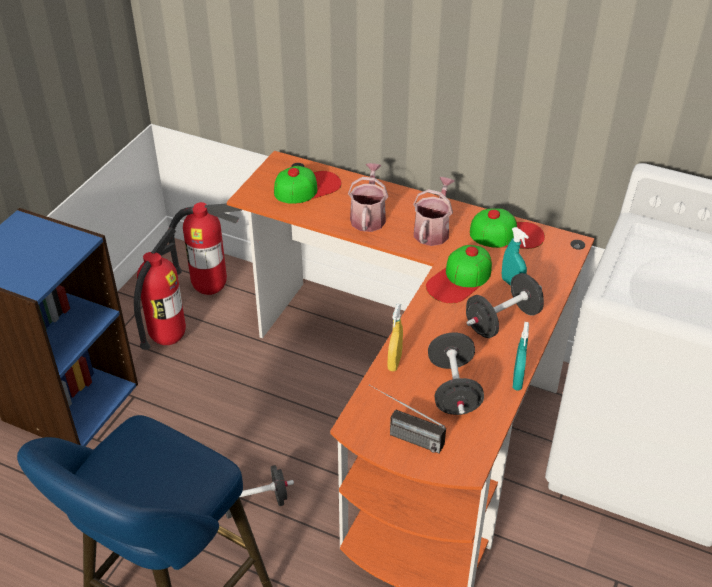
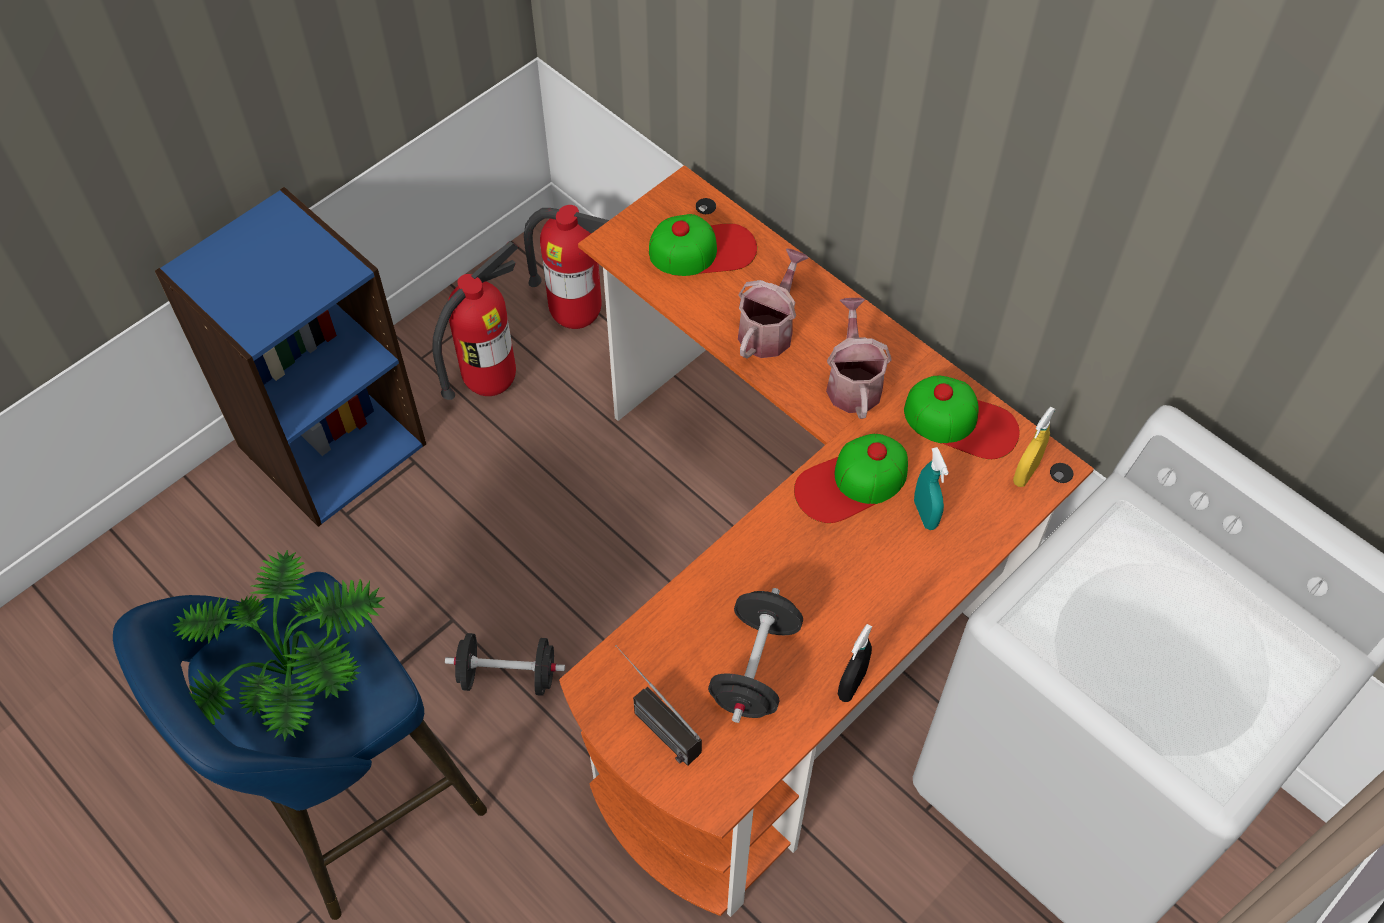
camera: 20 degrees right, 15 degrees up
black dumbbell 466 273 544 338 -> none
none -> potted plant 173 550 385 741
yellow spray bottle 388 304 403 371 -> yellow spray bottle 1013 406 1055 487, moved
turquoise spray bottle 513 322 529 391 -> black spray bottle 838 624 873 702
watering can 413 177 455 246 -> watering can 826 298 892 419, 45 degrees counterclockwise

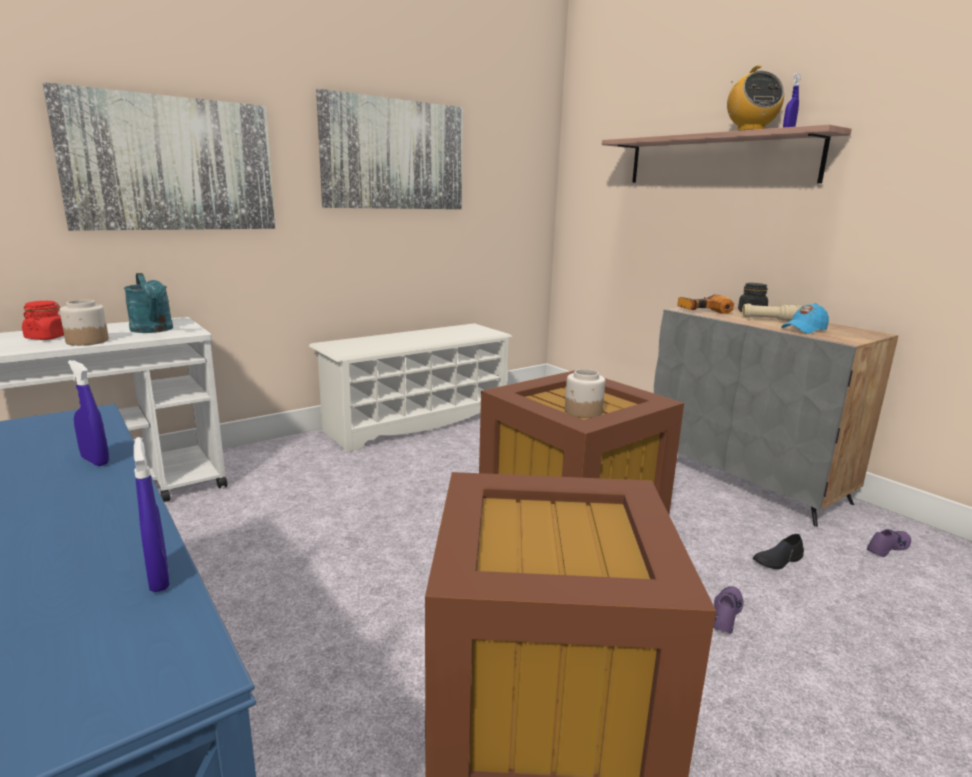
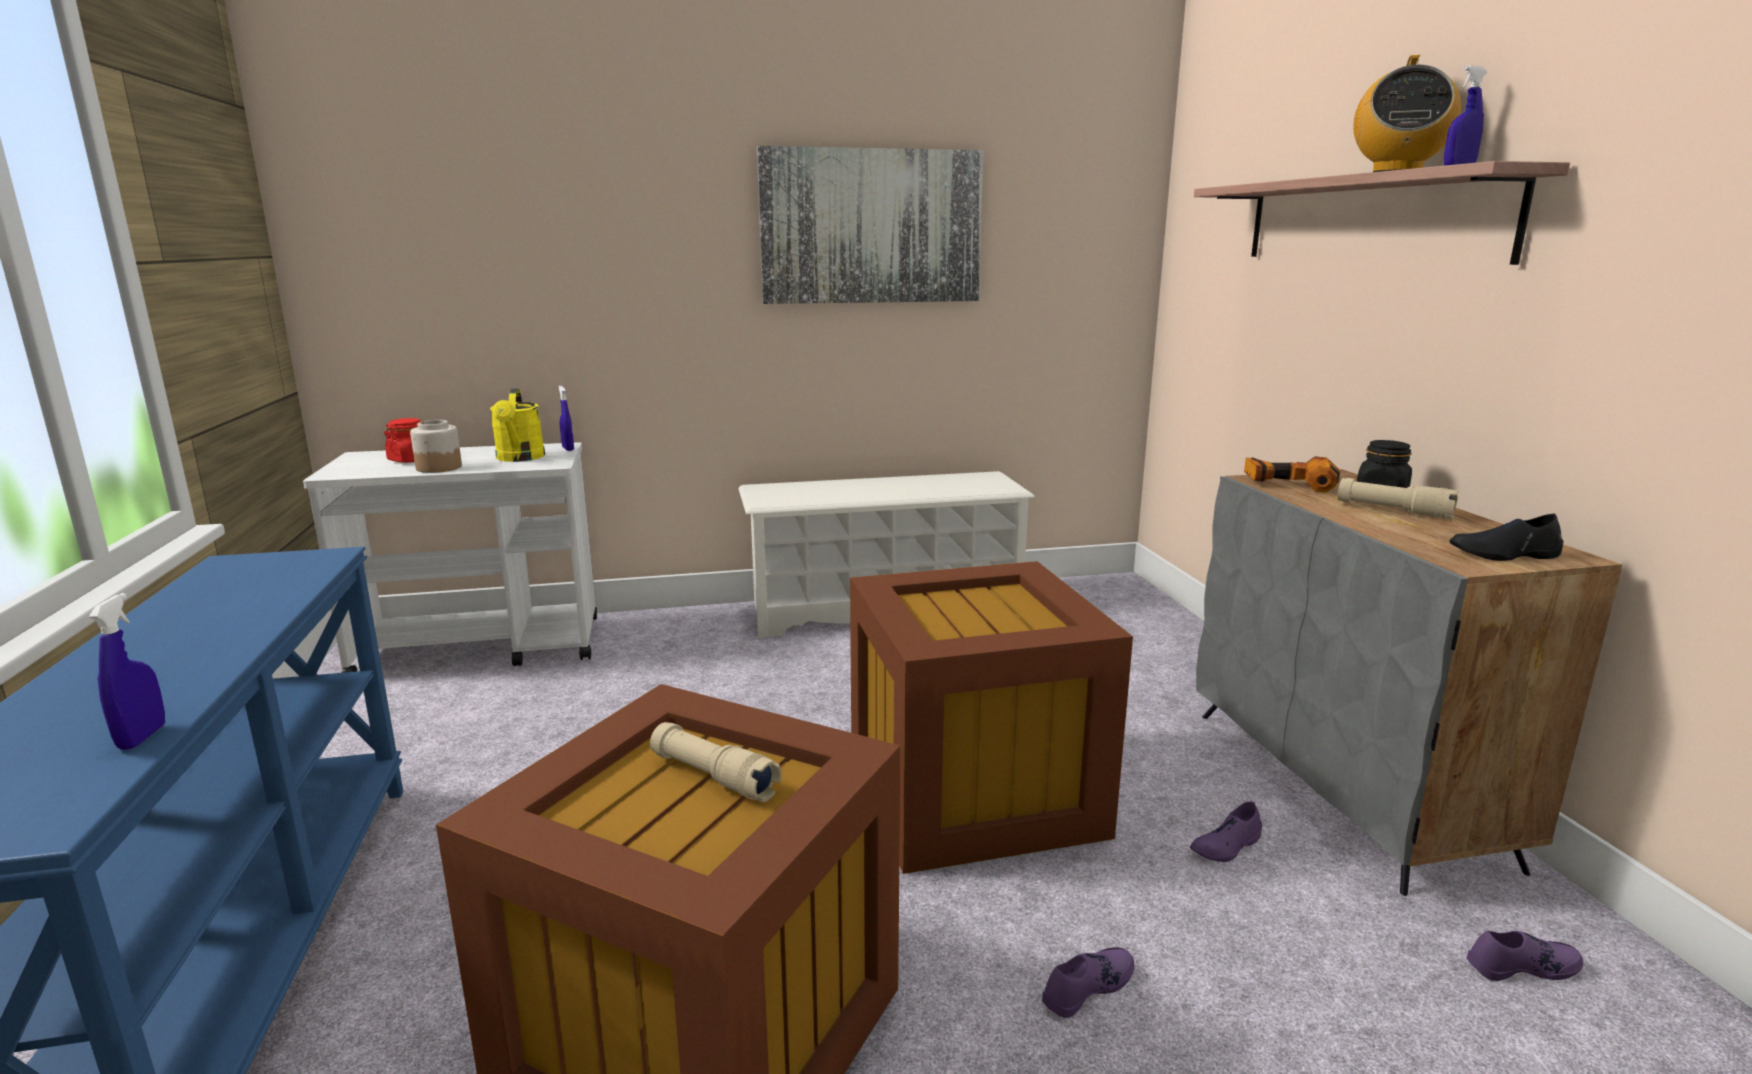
camera: 25 degrees right, 0 degrees up
picture 43 82 275 231 -> none
jar 565 369 605 418 -> none
blue cap 781 303 829 334 -> none
none -> beige flashlight 650 722 782 802
none -> purple shoe 1190 801 1262 862
blue spray bottle 68 360 109 466 -> blue spray bottle 558 386 574 451, moved
black shoe 753 534 804 569 -> black shoe 1450 513 1564 561, moved
turquoise watering can 123 273 173 333 -> yellow watering can 490 389 545 462

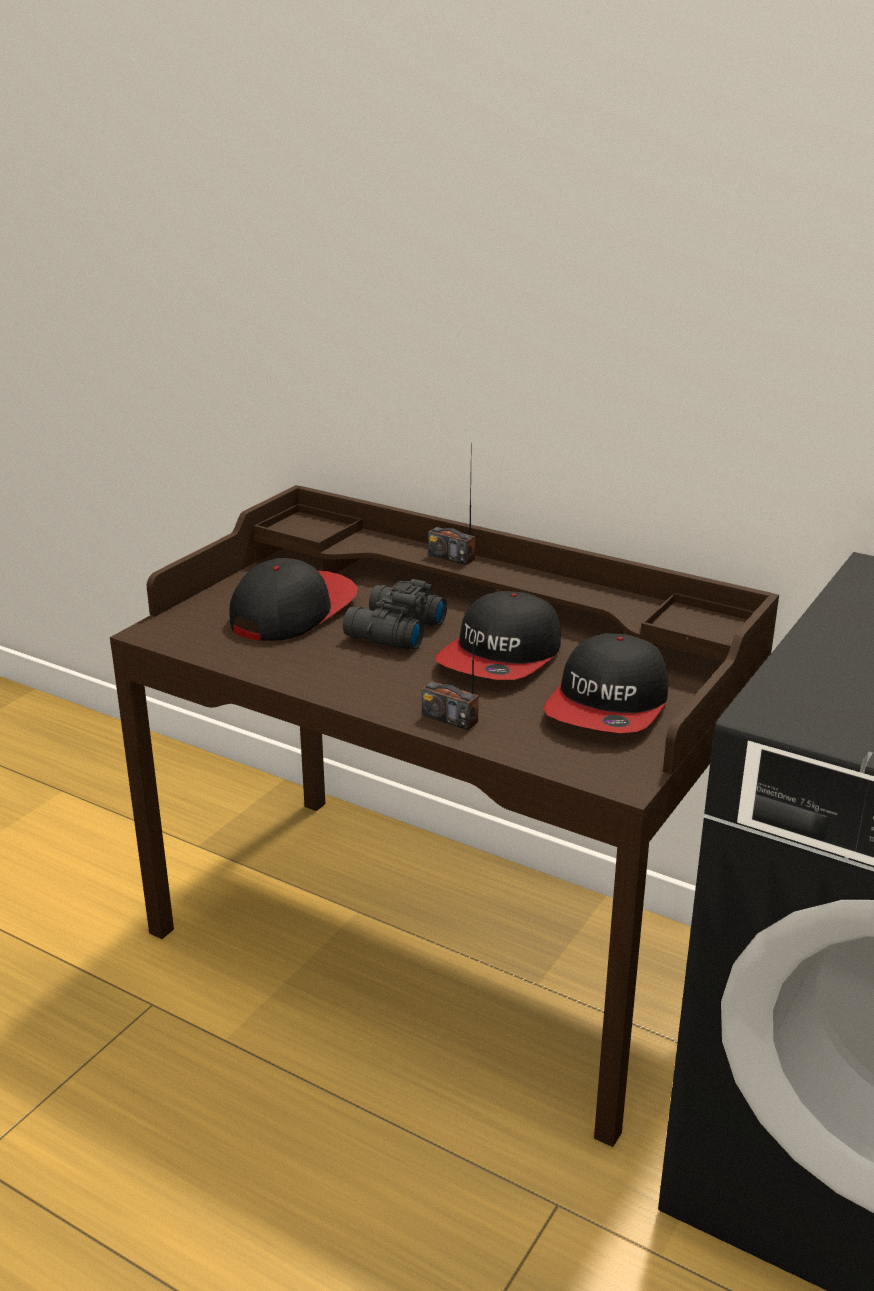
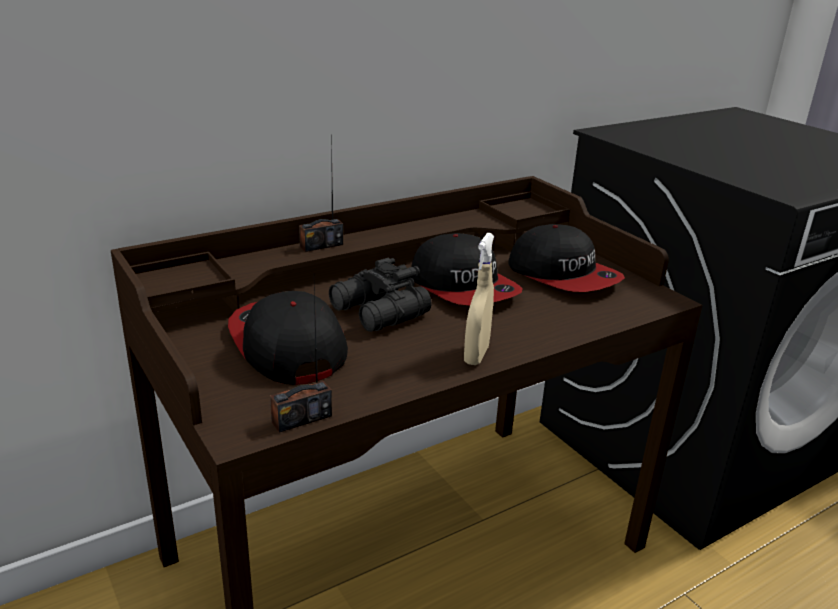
camera: 65 degrees left, 0 degrees up
none -> beige spray bottle 464 233 494 365
radio 422 613 479 731 -> radio 270 284 332 433, moved

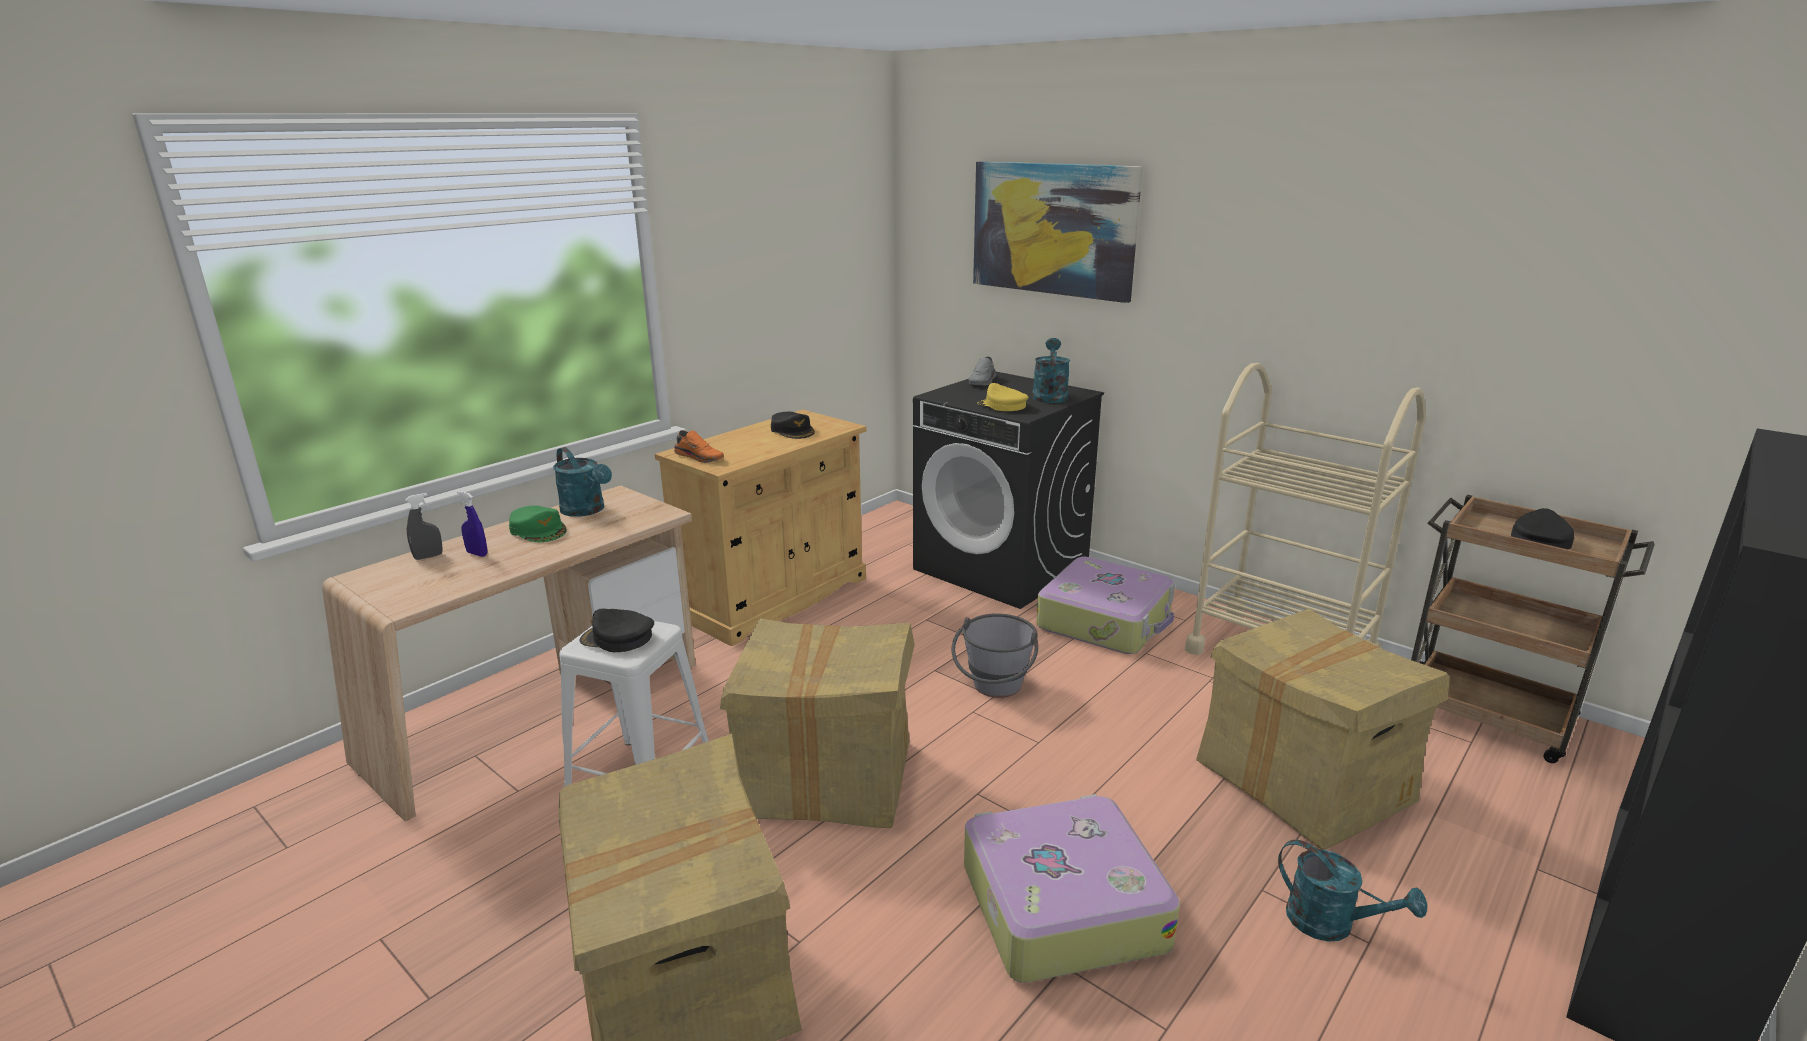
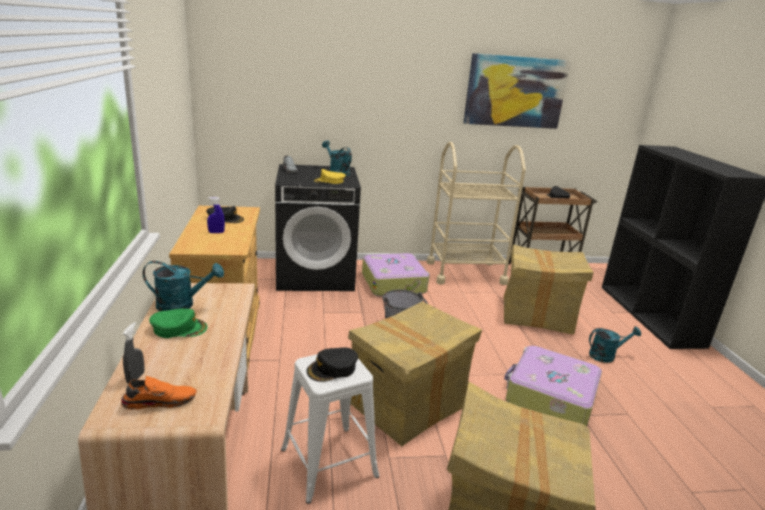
camera: 50 degrees left, 0 degrees up
blue spray bottle 457 491 487 557 -> blue spray bottle 207 197 225 233, moved
orange shoe 674 430 724 463 -> orange shoe 121 376 197 410, moved
picture 973 161 1143 303 -> picture 463 53 571 129, moved

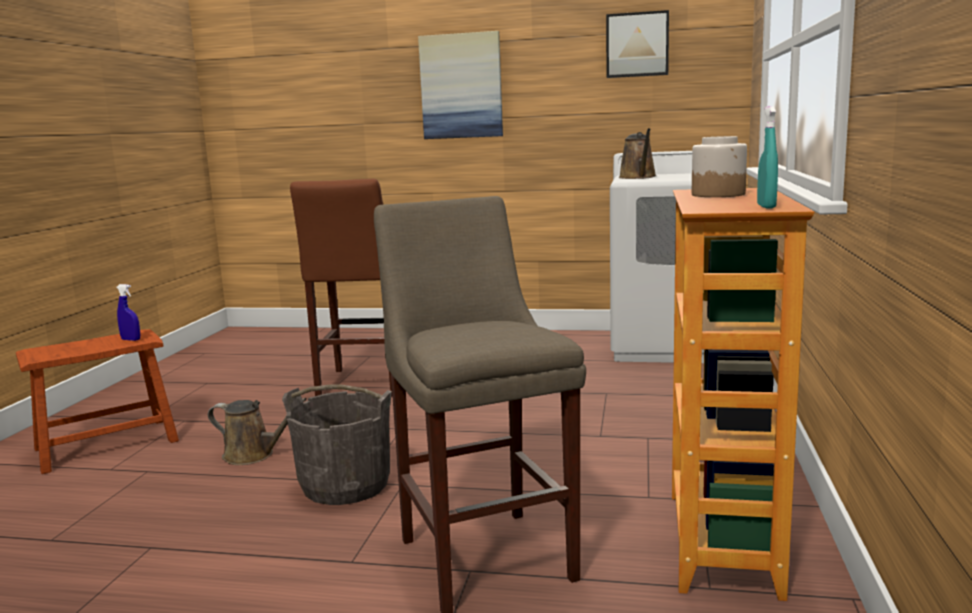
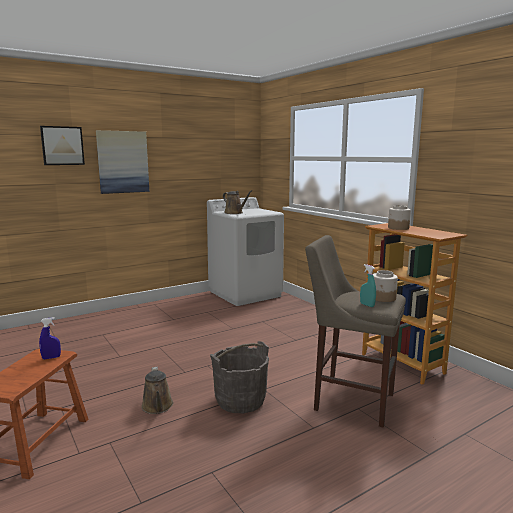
camera: 45 degrees left, 0 degrees up
brown stool 290 179 392 396 -> none
none -> jar 373 270 398 302
picture 606 10 669 78 -> picture 40 126 85 165, moved
turquoise spray bottle 757 106 778 209 -> turquoise spray bottle 360 264 376 307, moved
brown watering can 208 398 307 465 -> brown watering can 142 367 173 414, 105 degrees clockwise

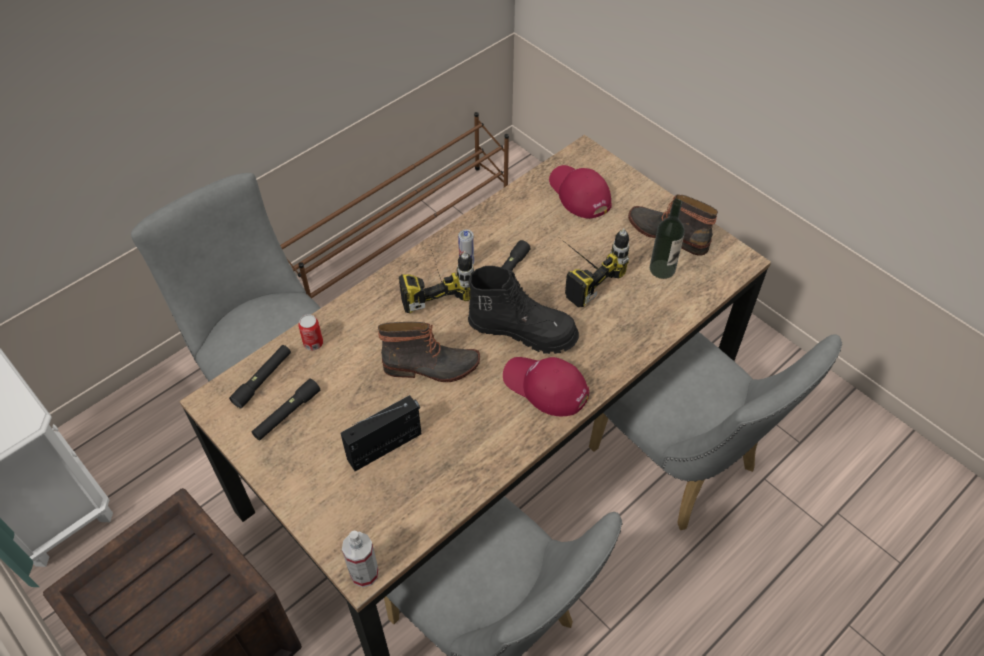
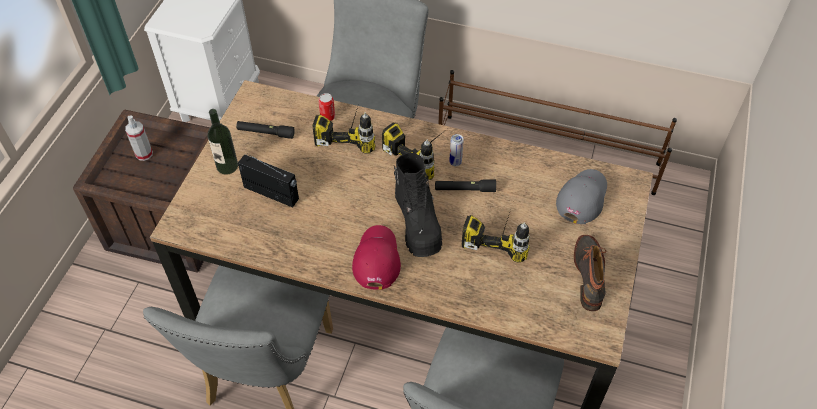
camera: 60 degrees right, 0 degrees up
black flashlight 229 345 291 408 -> none
boot 378 322 480 382 -> none
none -> power drill 312 100 375 154
spray bottle 342 530 379 587 -> spray bottle 125 115 153 161, moved
bottle 650 199 685 279 -> bottle 208 109 238 175, moved
red cap 549 165 612 219 -> grey cap 556 169 607 224

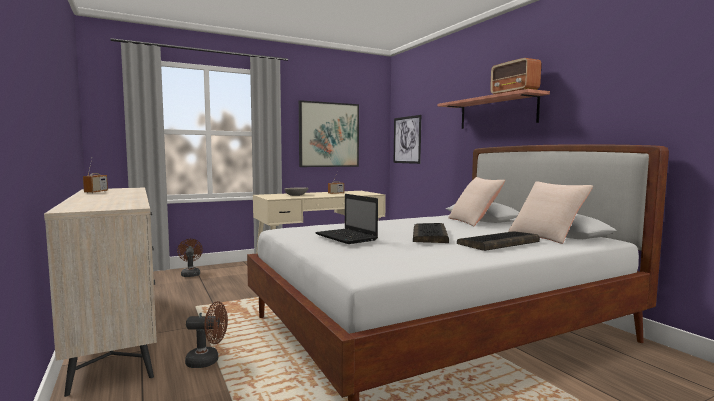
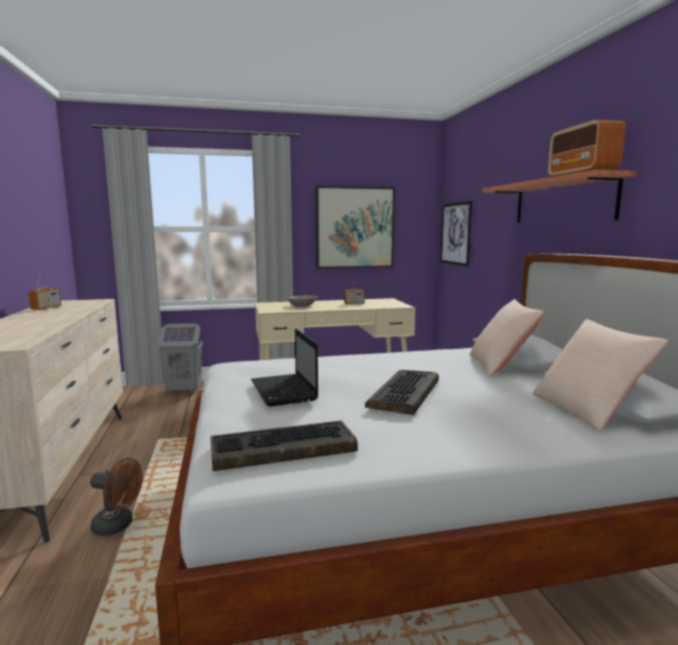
camera: 15 degrees right, 5 degrees up
keyboard 457 231 540 251 -> keyboard 210 421 358 471, moved
brown fan 177 239 203 277 -> grey laundry basket 158 323 203 395

